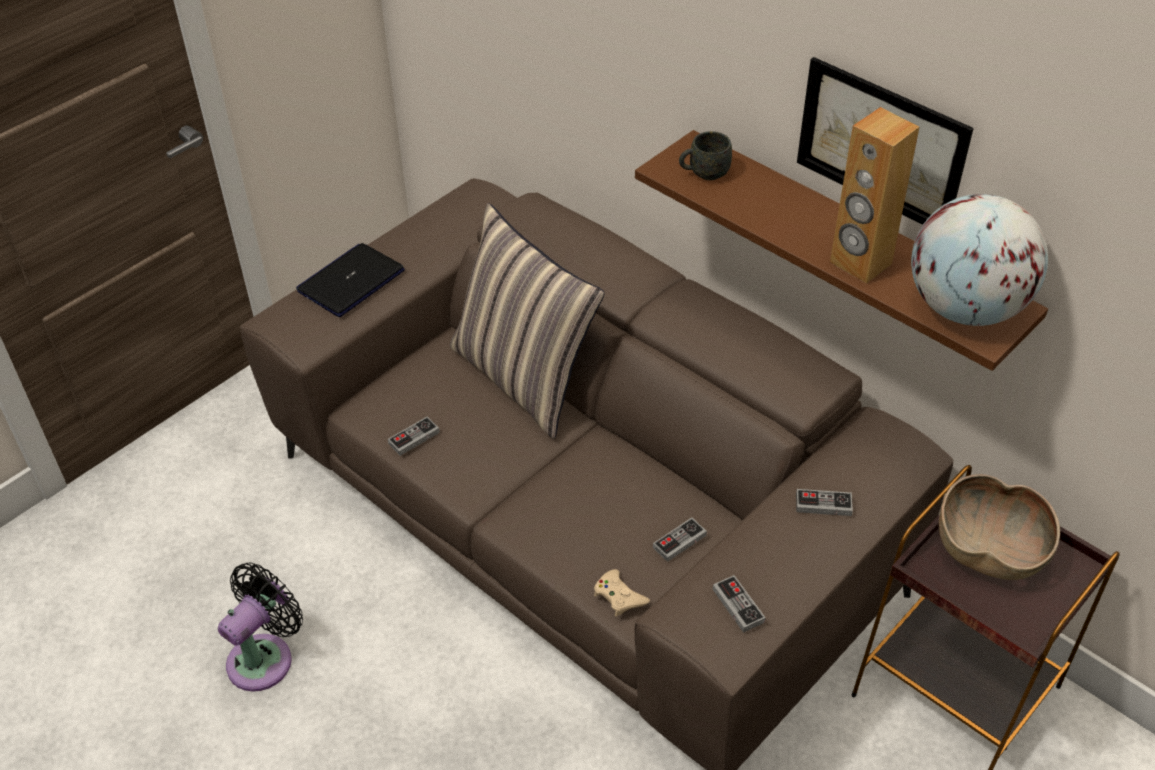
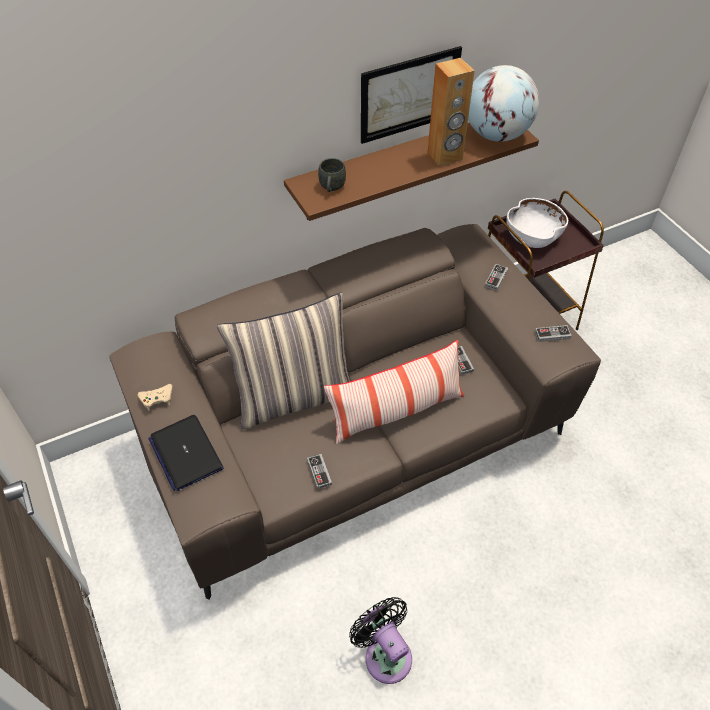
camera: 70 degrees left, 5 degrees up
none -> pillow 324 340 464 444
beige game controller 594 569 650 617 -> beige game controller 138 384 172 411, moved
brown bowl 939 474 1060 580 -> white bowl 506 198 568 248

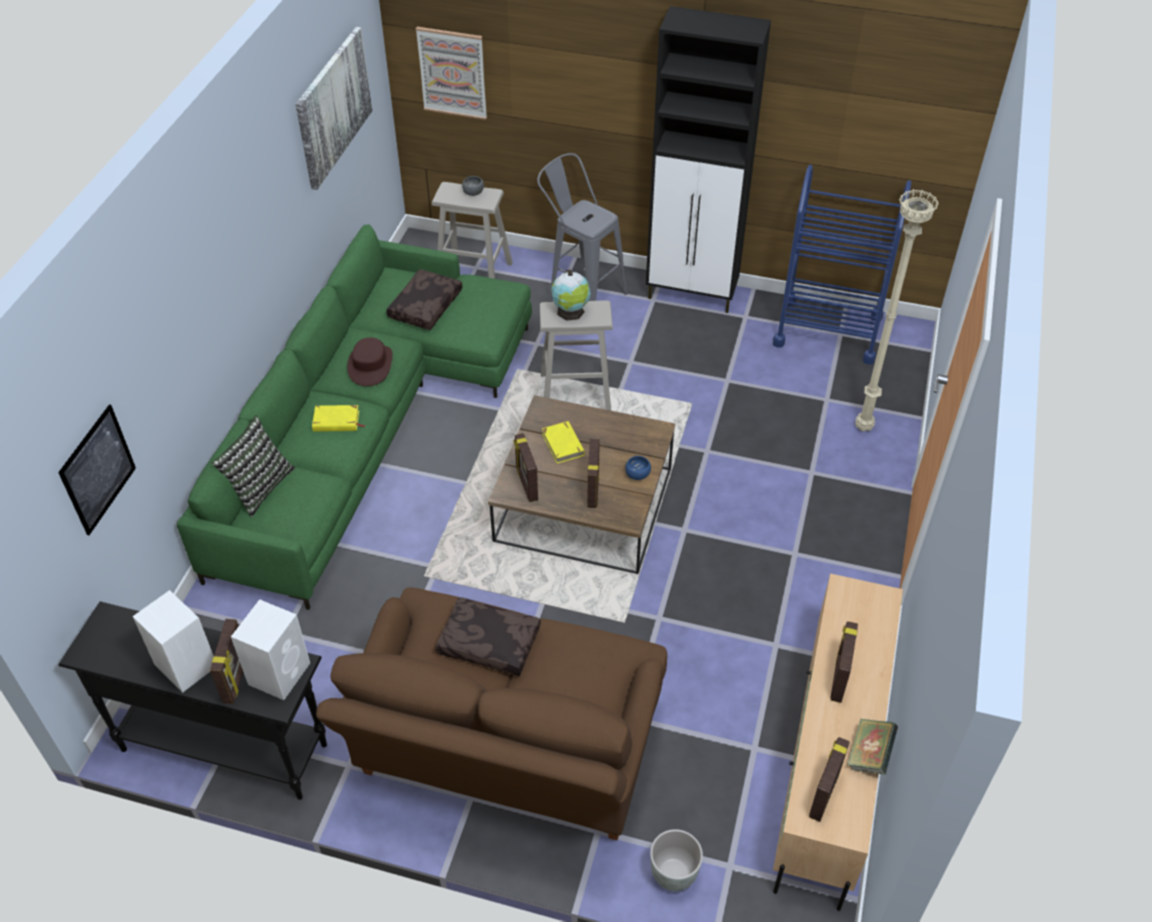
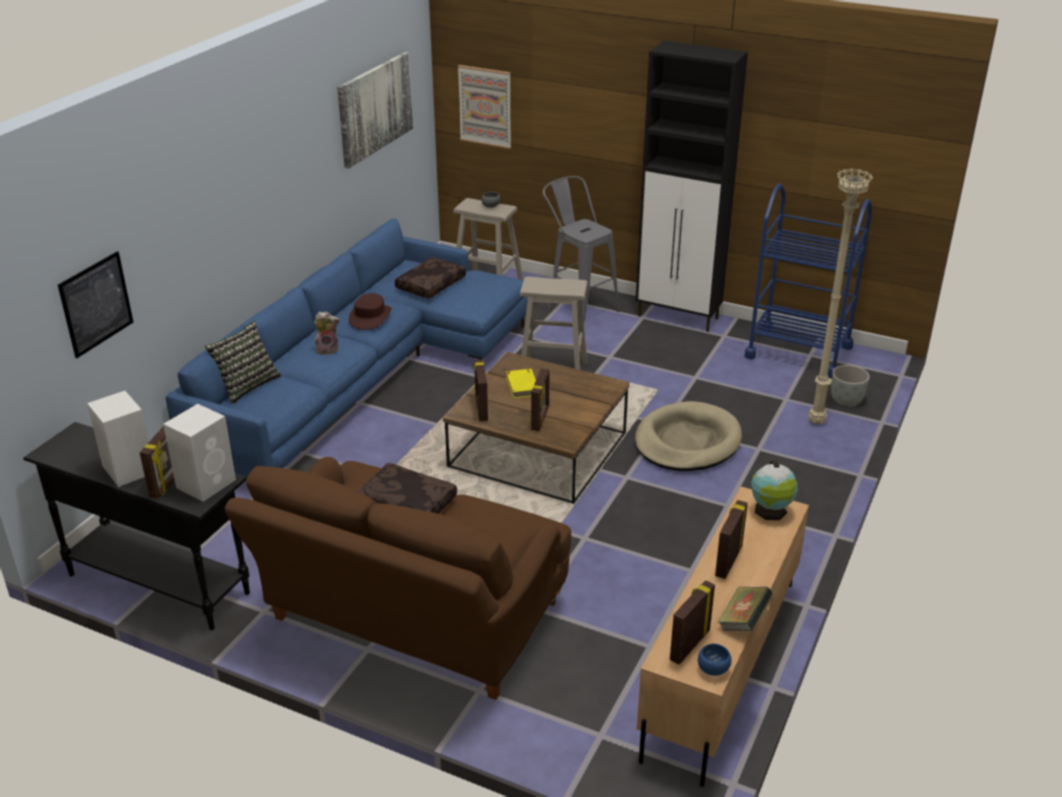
camera: 10 degrees right, 15 degrees down
none -> beige dog bed 635 401 742 471
globe 551 270 590 321 -> globe 751 461 798 520, moved
blue bowl 625 456 651 480 -> blue bowl 698 643 731 676, moved
grey planter 650 829 703 891 -> grey planter 831 365 870 406, moved
yellow book 312 405 365 432 -> plush toy 314 311 340 355
green sofa 177 225 532 610 -> blue sofa 166 219 528 477

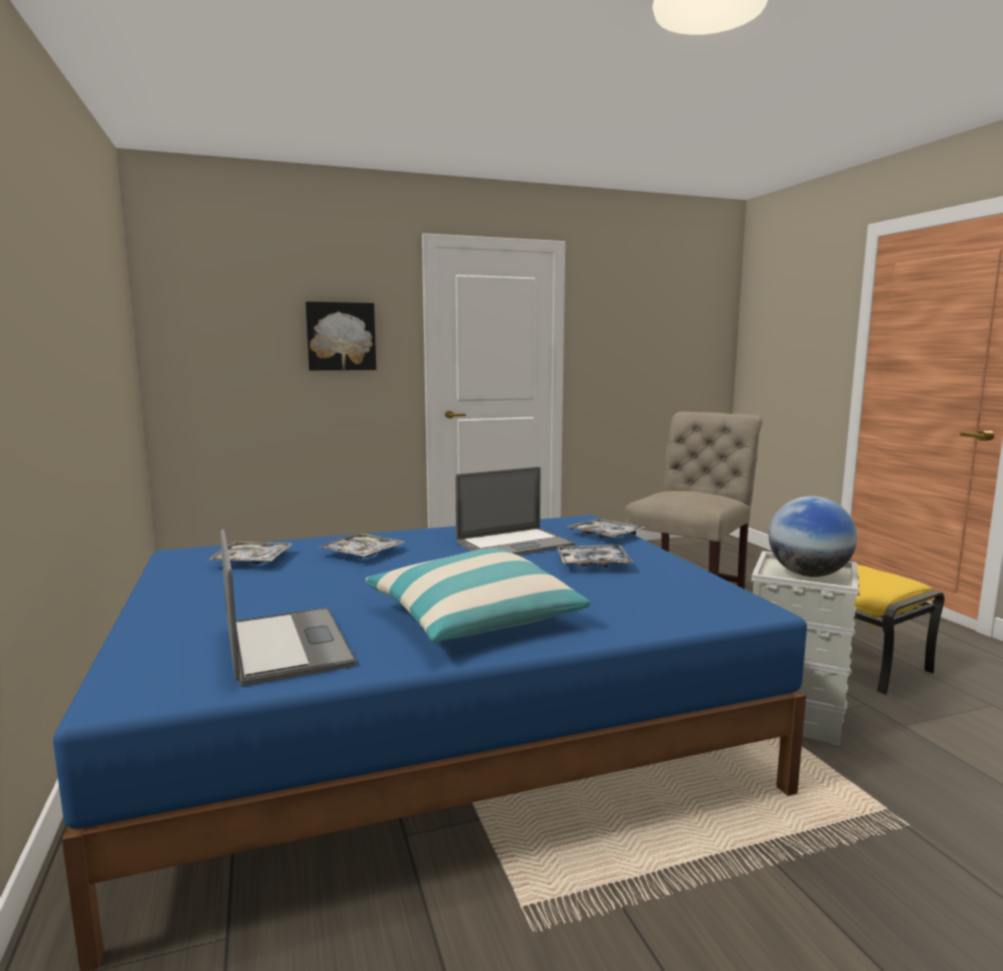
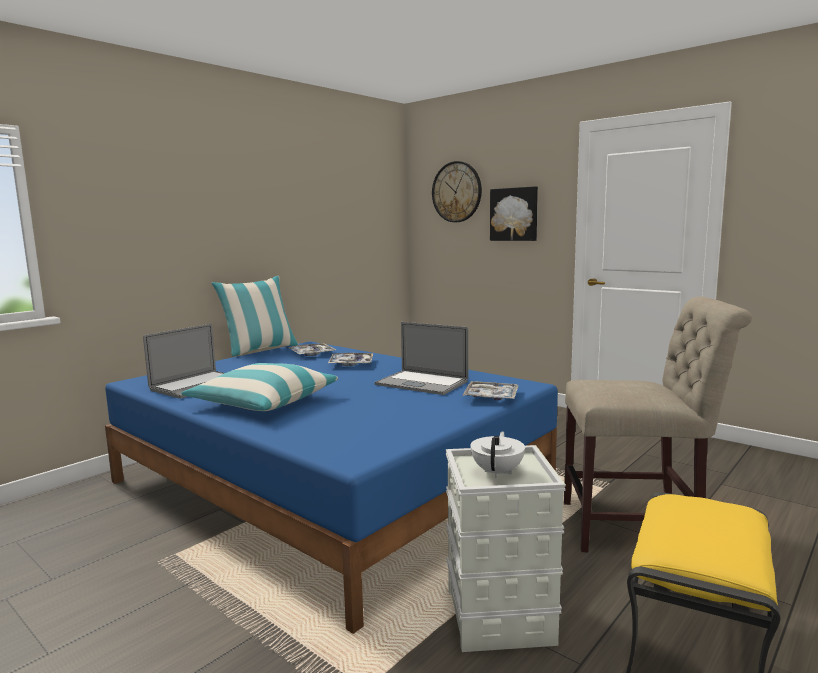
camera: 60 degrees right, 0 degrees up
tray 558 545 633 568 -> none
none -> pillow 212 276 299 357
none -> wall clock 432 161 482 222
globe 769 496 857 577 -> white teapot 470 432 525 478

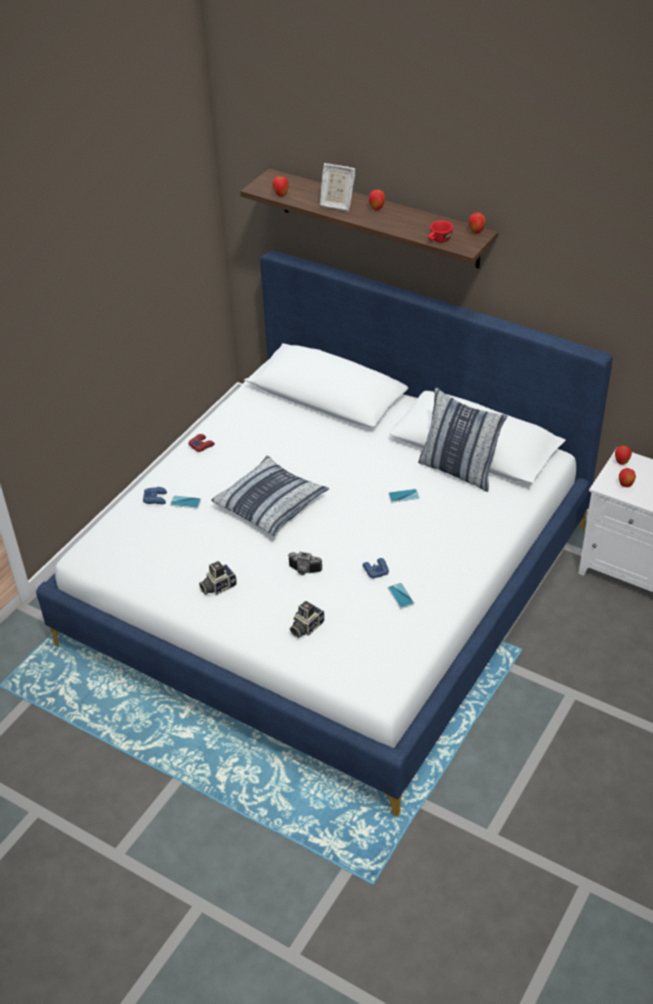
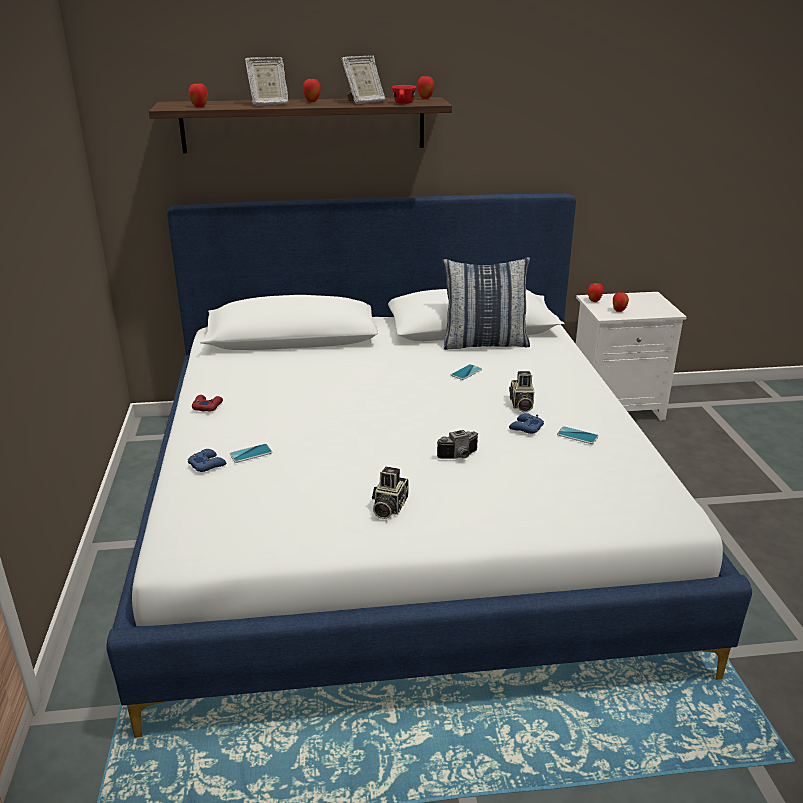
camera: 40 degrees left, 15 degrees down
pillow 211 456 329 536 -> none
none -> picture frame 341 55 385 104
photo camera 290 601 325 638 -> photo camera 509 371 534 412, moved

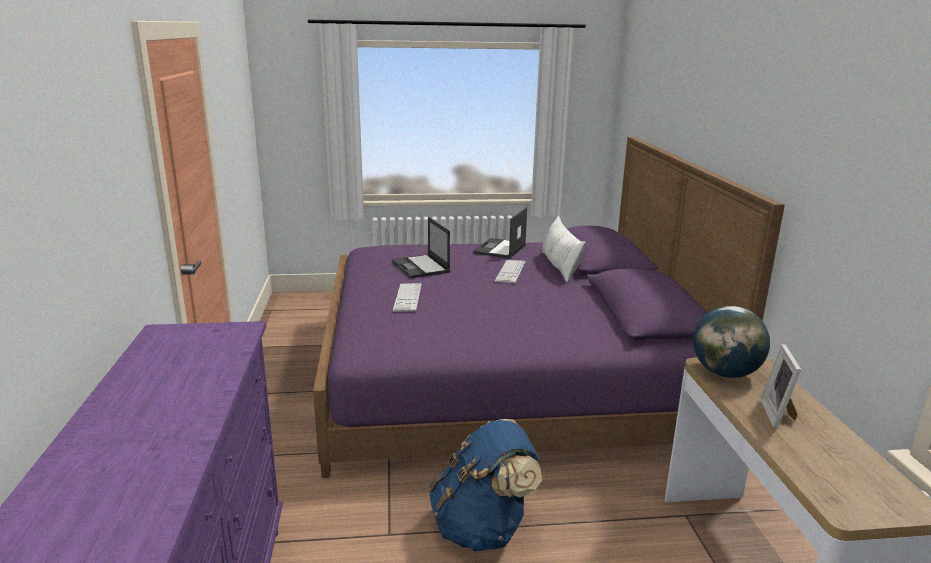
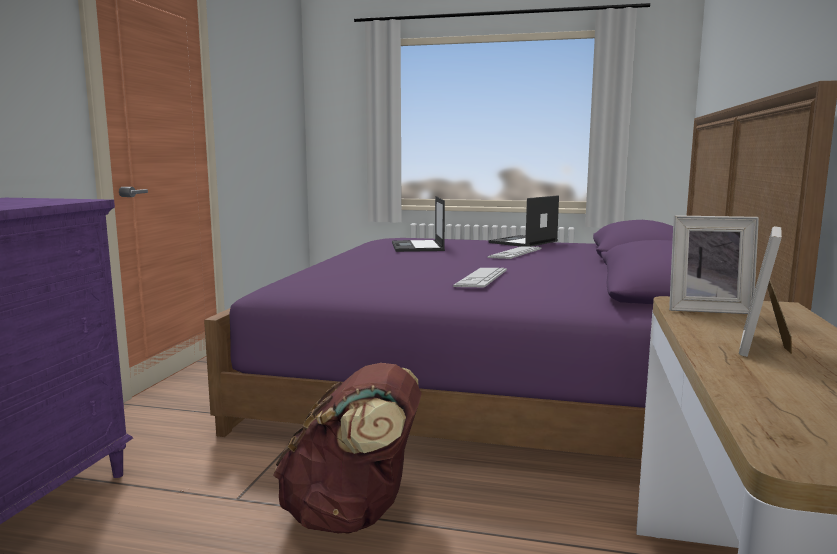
camera: 20 degrees right, 10 degrees down
white pillow 542 215 586 282 -> none
keyboard 393 283 422 312 -> keyboard 453 268 507 287, moved
globe 693 306 770 378 -> picture frame 669 215 759 314
blue backpack 429 419 542 551 -> brown backpack 273 363 422 534

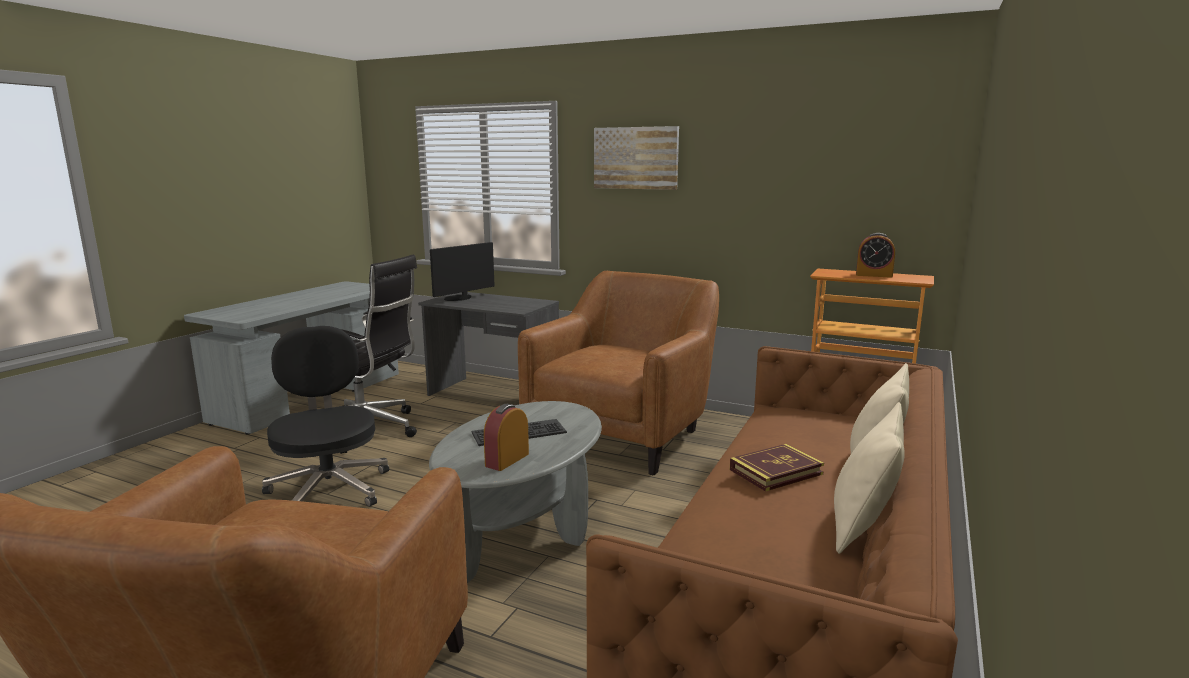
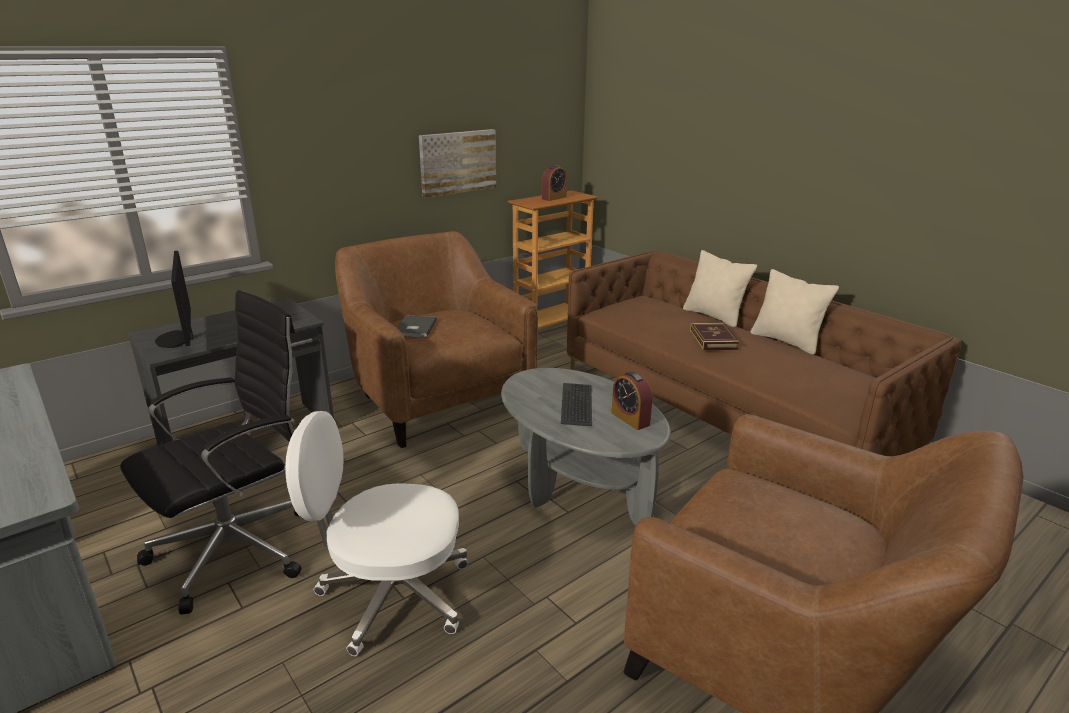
camera: 65 degrees left, 10 degrees up
none -> grey book 397 316 437 338
picture 594 126 679 190 -> picture 419 129 496 198, moved
black office chair 262 326 389 507 -> white office chair 285 411 468 656

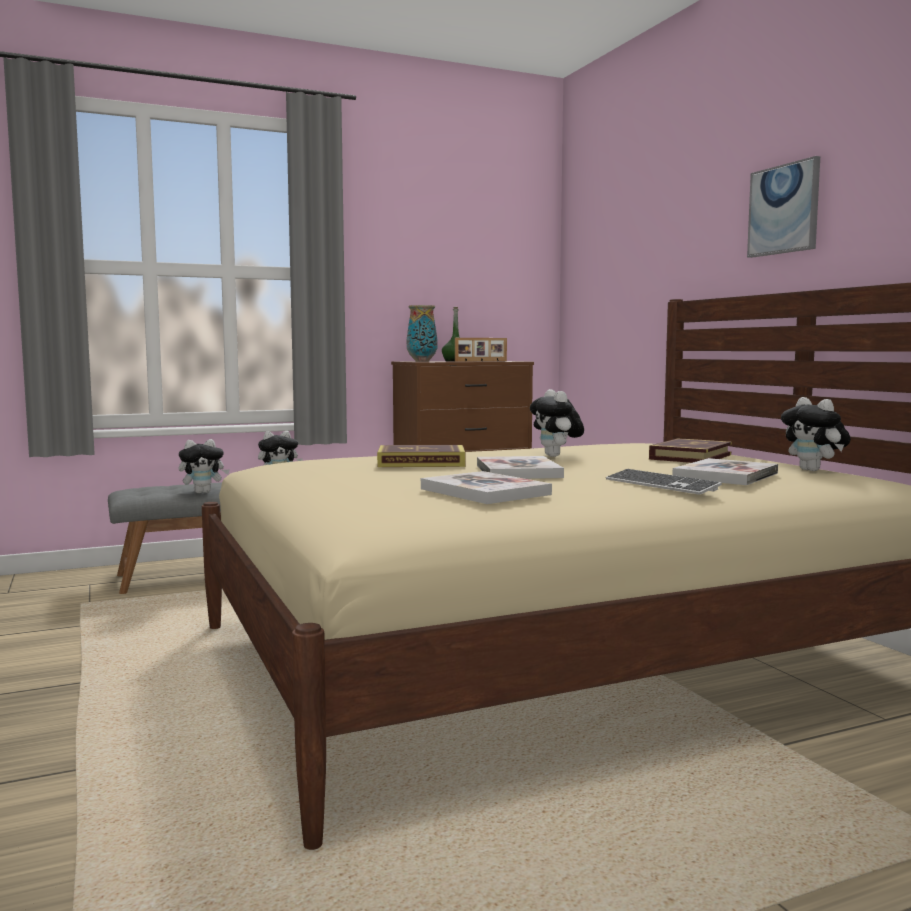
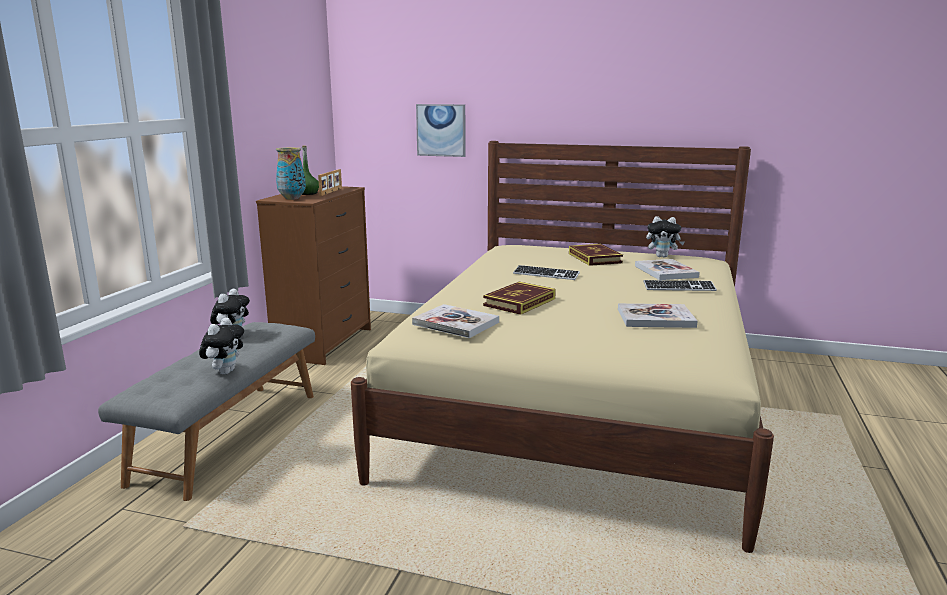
camera: 50 degrees left, 10 degrees up
book 477 456 564 479 -> book 412 304 499 338, moved
picture 747 156 820 258 -> picture 416 104 466 157, moved
plush toy 530 389 584 457 -> keyboard 513 265 580 280

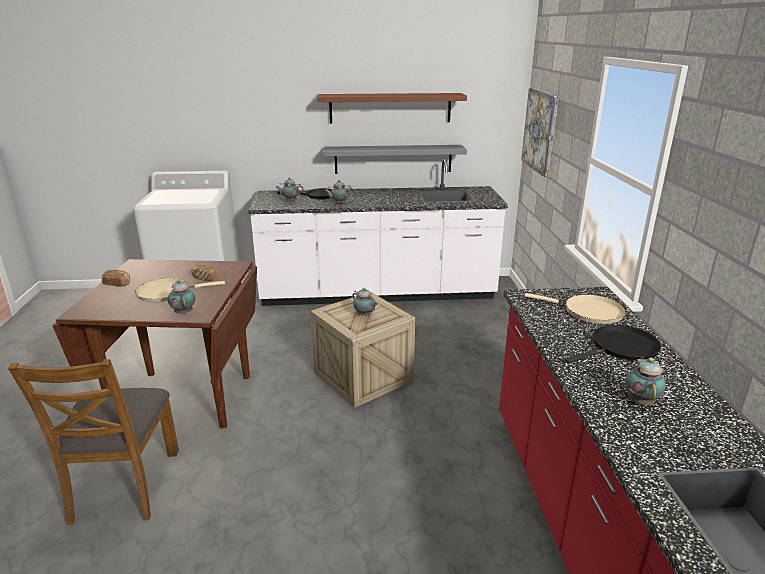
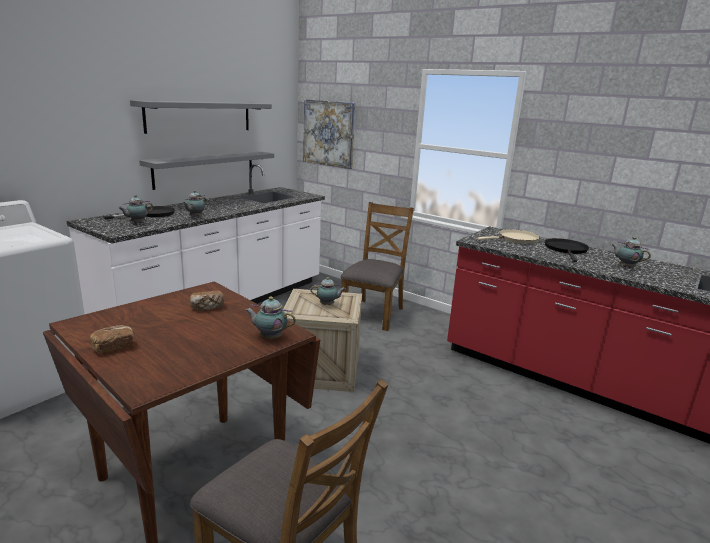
camera: 50 degrees left, 5 degrees down
beige frying pan 135 278 225 302 -> none
none -> brown chair 341 202 414 331
brown shelf 317 93 467 124 -> grey shelf 130 100 272 134

